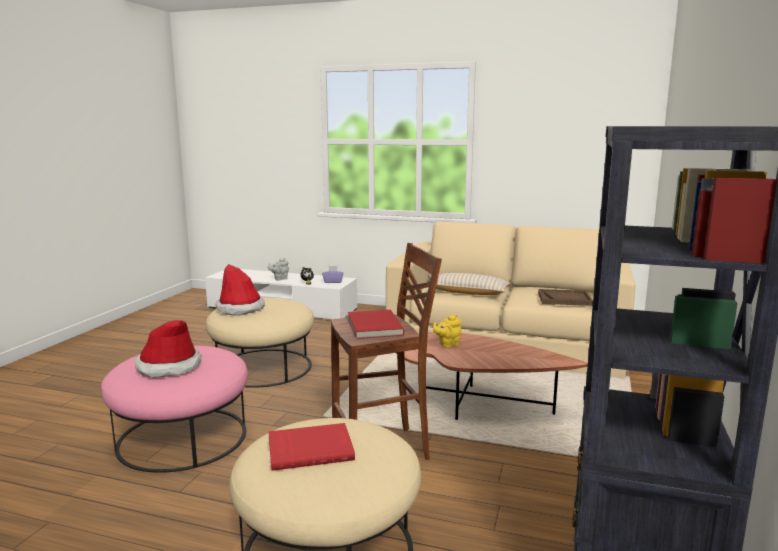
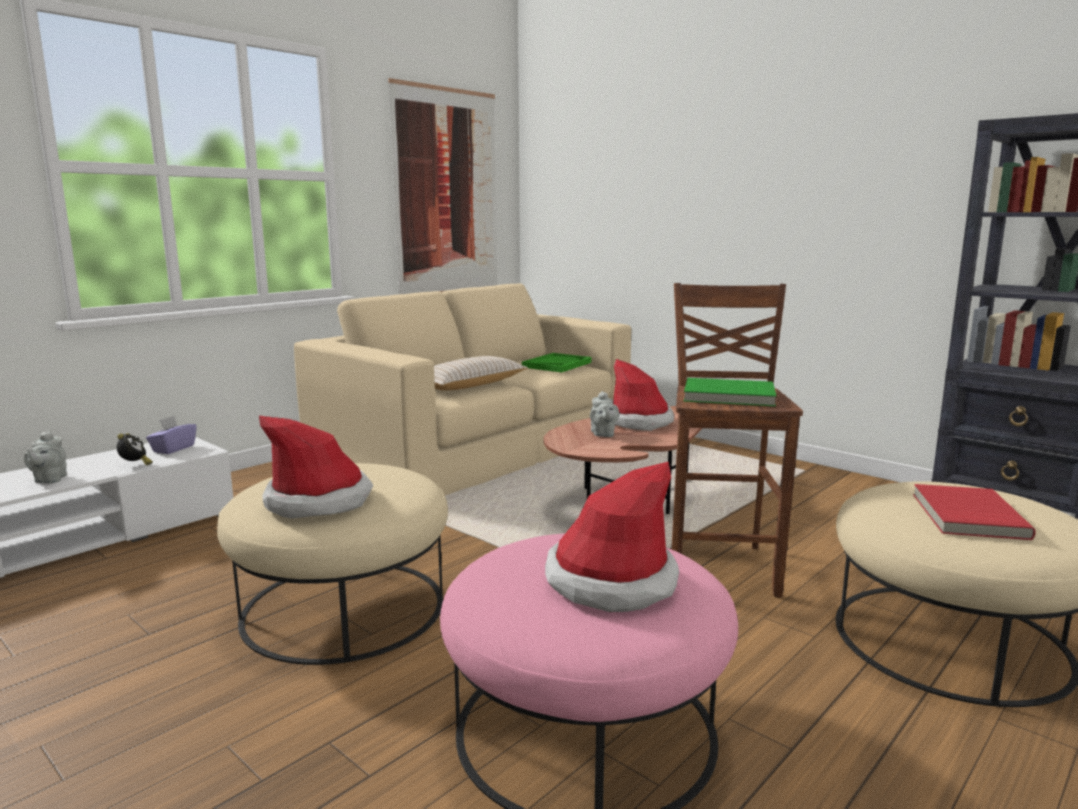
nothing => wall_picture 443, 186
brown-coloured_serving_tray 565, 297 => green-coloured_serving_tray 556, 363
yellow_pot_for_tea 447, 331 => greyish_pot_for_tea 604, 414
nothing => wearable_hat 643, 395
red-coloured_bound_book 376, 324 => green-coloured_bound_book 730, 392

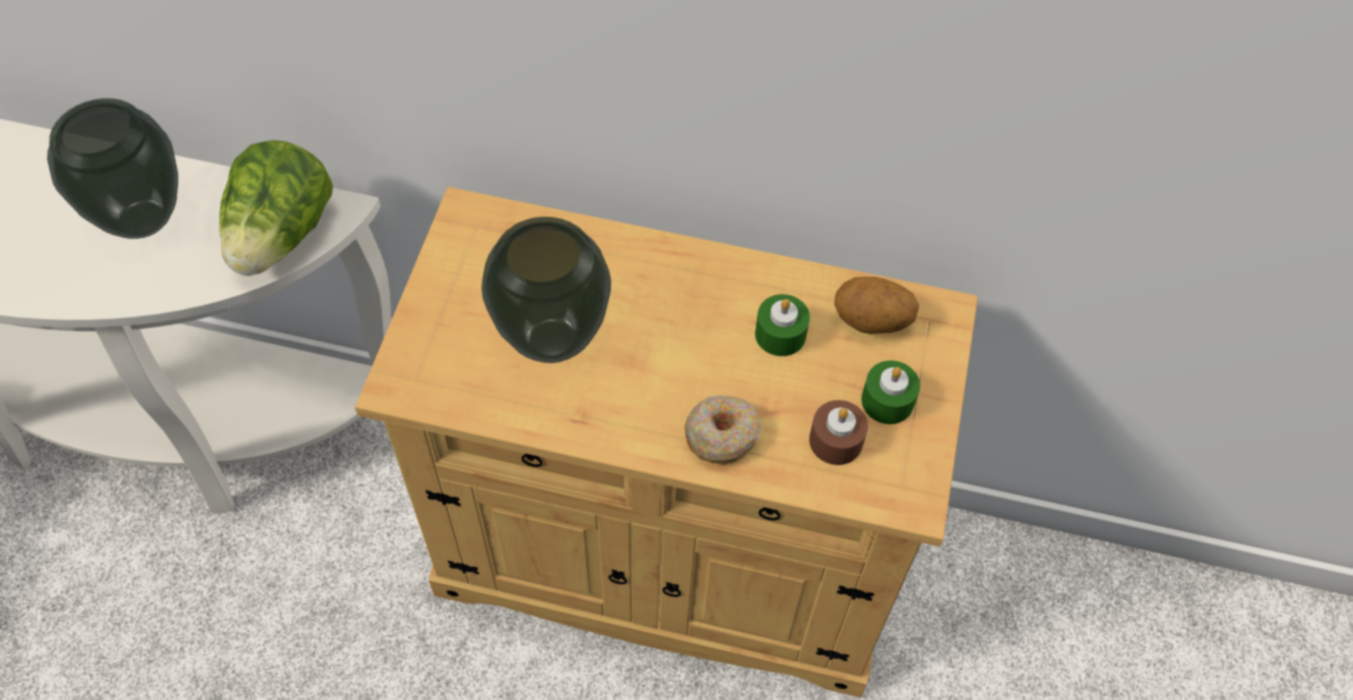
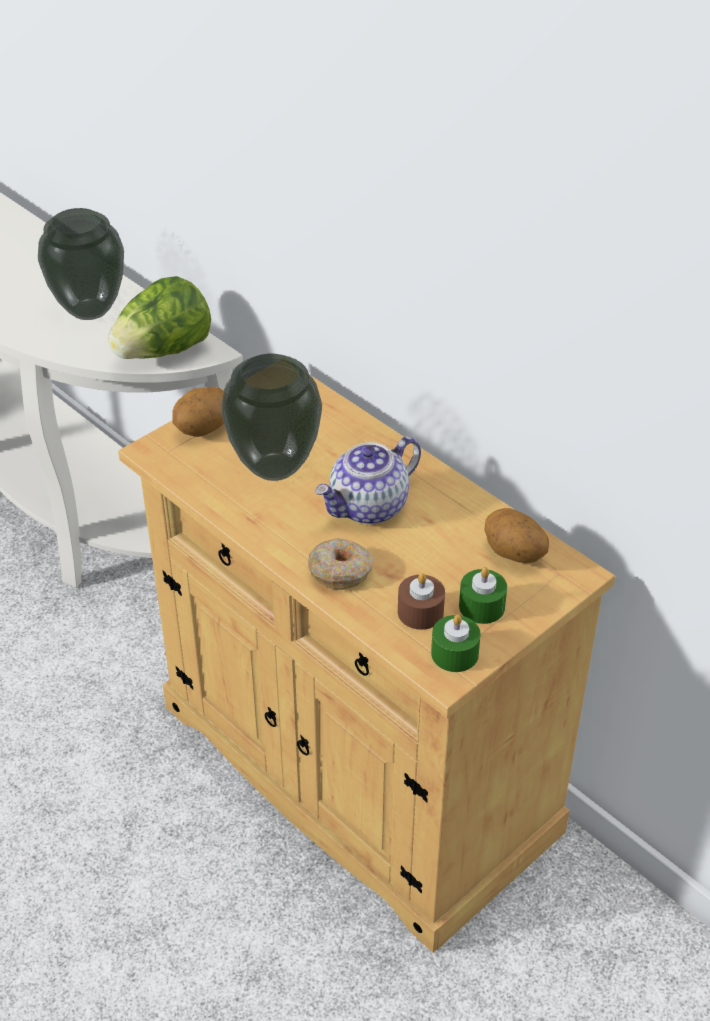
nothing => potato 198, 412
nothing => pot_for_tea 368, 480
green-coloured_wax_candle 782, 325 => green-coloured_wax_candle 456, 643, move

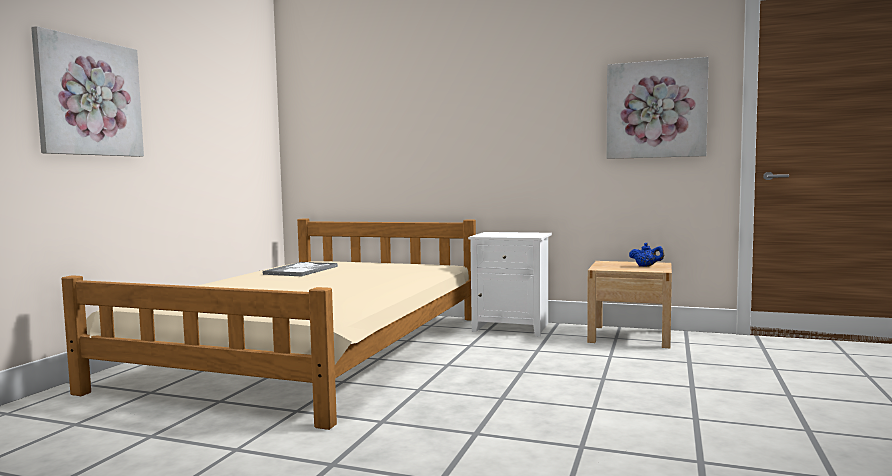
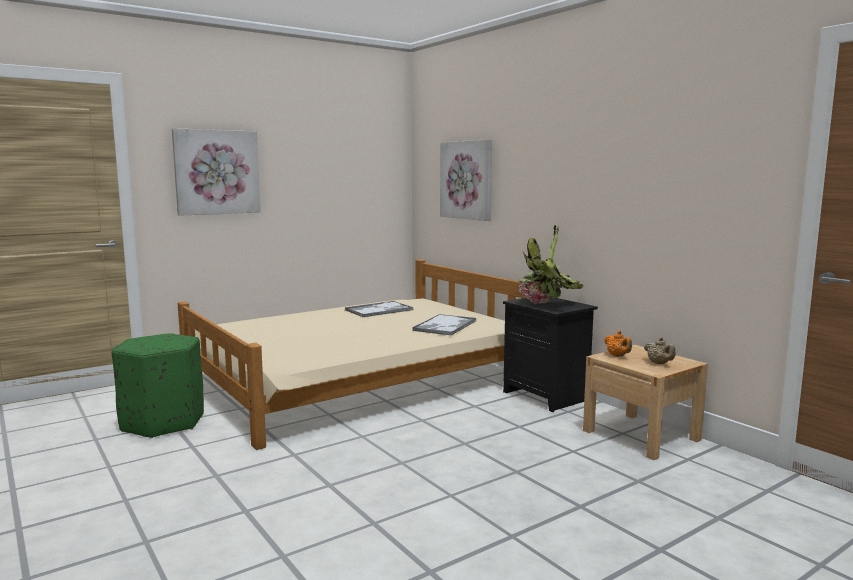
nothing => green-coloured_pouffe 158, 386
nothing => serving_tray 444, 325
wall_picture 658, 108 => wall_picture 466, 180, move
white-coloured_nightstand 510, 284 => black_nightstand 550, 354
nothing => houseplant 550, 265
nothing => orangey_pot_for_tea 618, 344
bluish_pot_for_tea 646, 255 => sand-coloured_pot_for_tea 659, 350

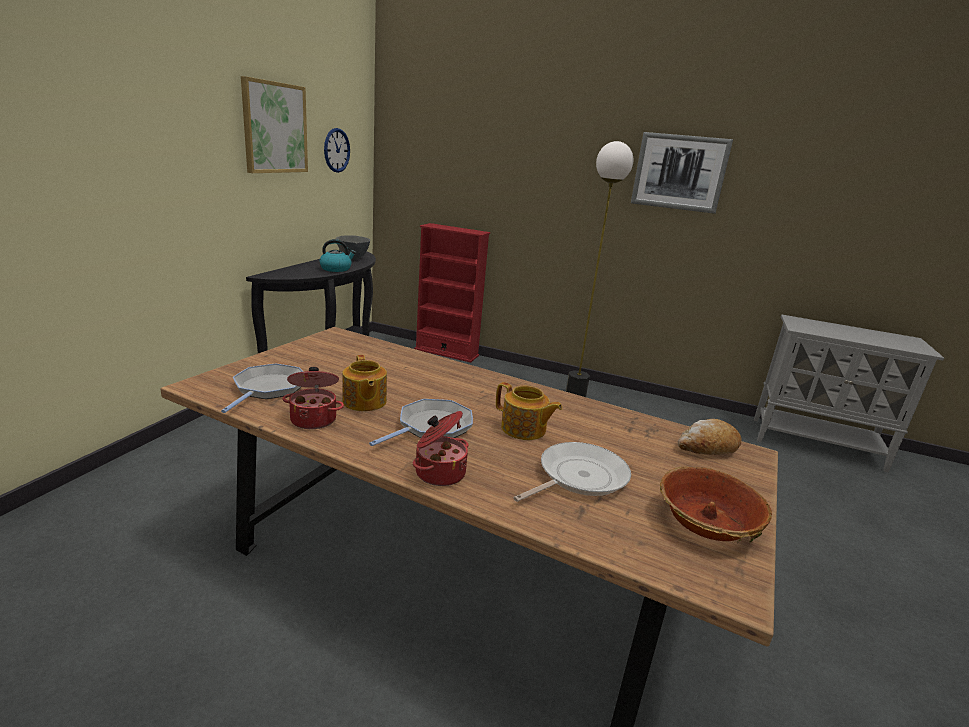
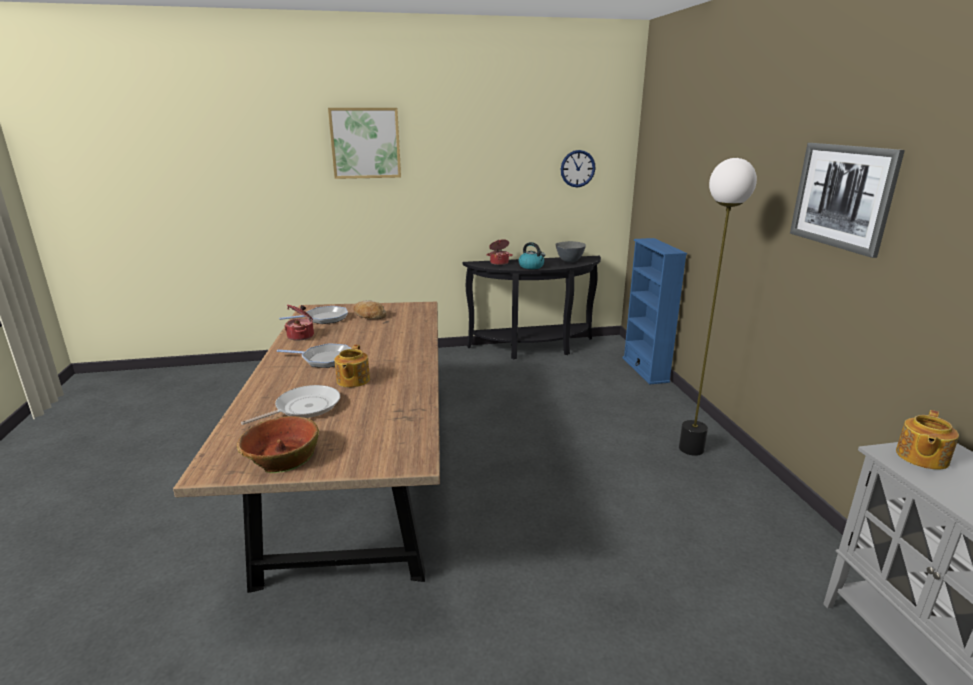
pan 572, 472 => pan 290, 405, 60 degrees counterclockwise
wall_picture 274, 124 => wall_picture 364, 143, move
bakery_bread 709, 437 => bakery_bread 370, 310, move
stockpot 441, 448 => stockpot 499, 252, move
red-coloured_shelving_unit 452, 292 => bluish_shelving_unit 654, 311
pot_for_tea 364, 383 => pot_for_tea 927, 440, move

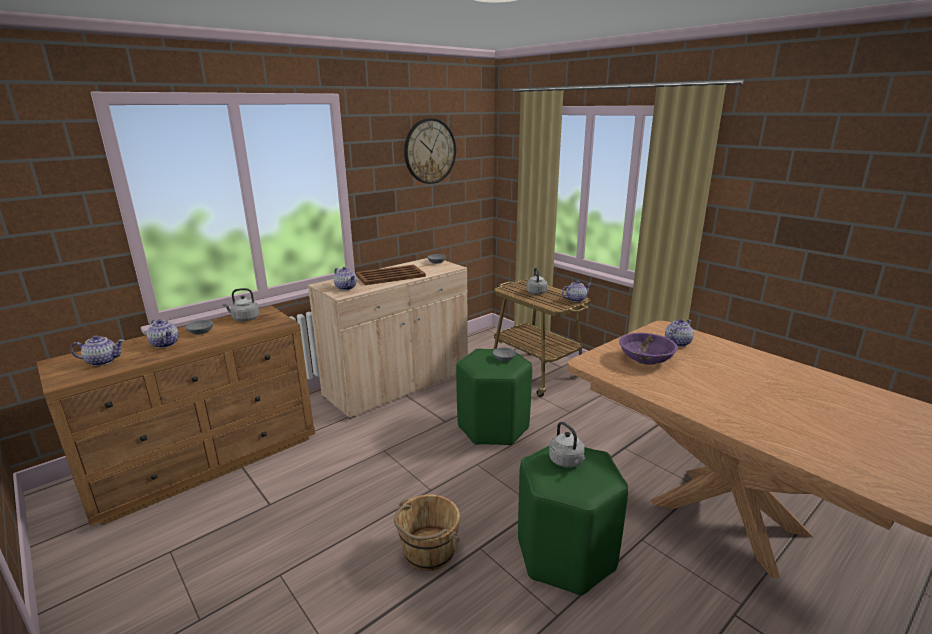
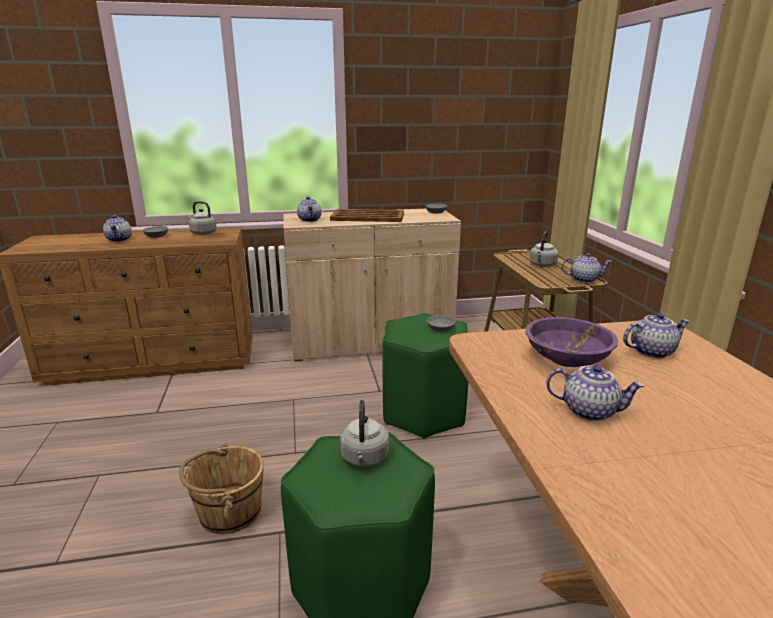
pot_for_tea 97, 350 => pot_for_tea 595, 393, move
clock_on_the_wall 430, 151 => nothing

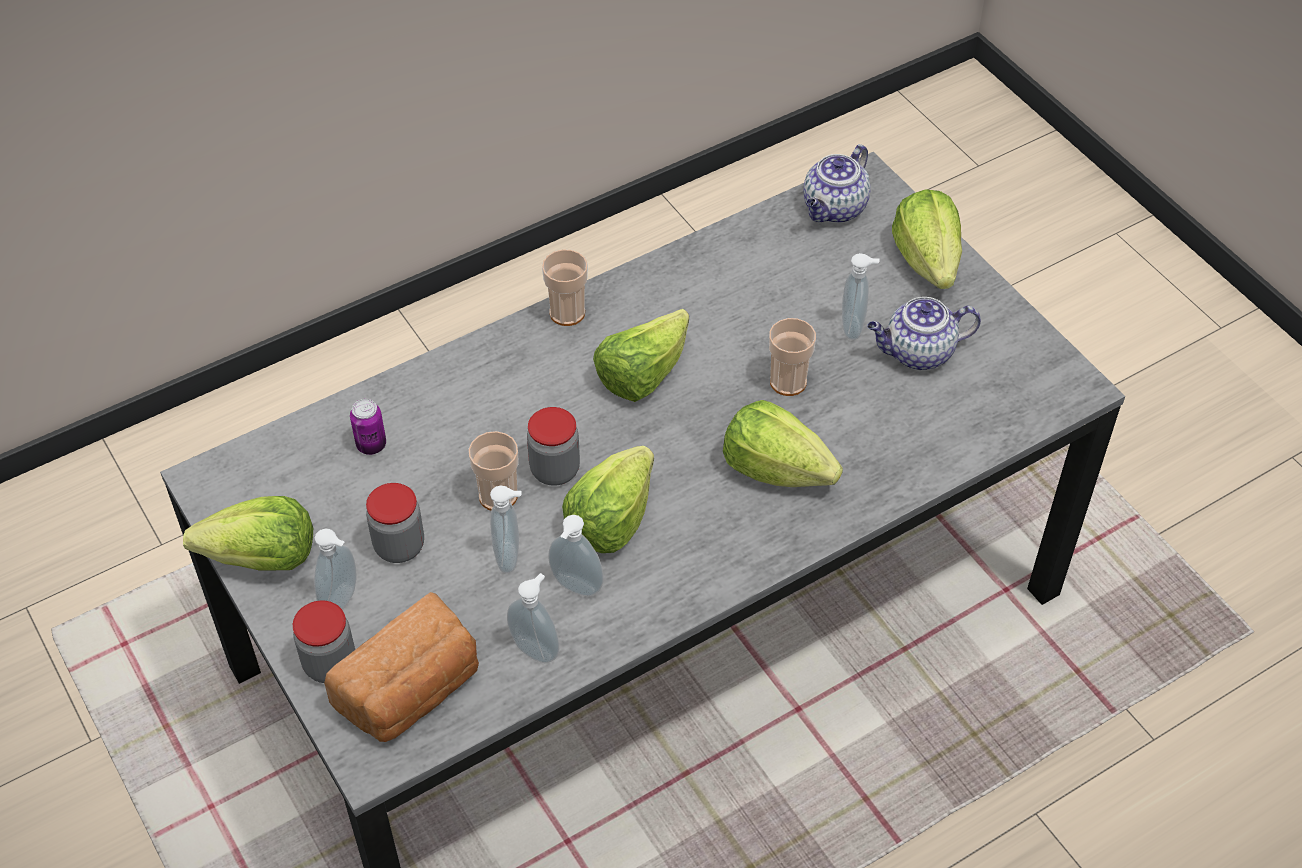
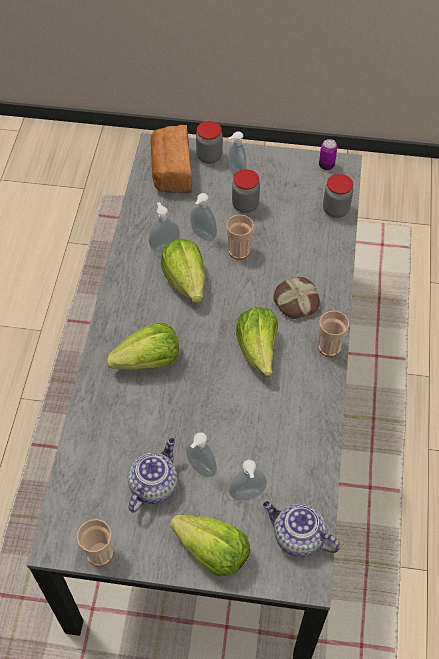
drinking_cup 792, 357 => drinking_cup 95, 542, move
liquid_soap_bottle 533, 618 => liquid_soap_bottle 248, 480, move
pot_for_tea 837, 183 => pot_for_tea 301, 529, 45 degrees counterclockwise
nothing => bakery_bread 296, 298
can 368, 427 => can 328, 154, move
preserve_jar 553, 446 => preserve_jar 338, 196, move
lettuce 248, 533 => nothing

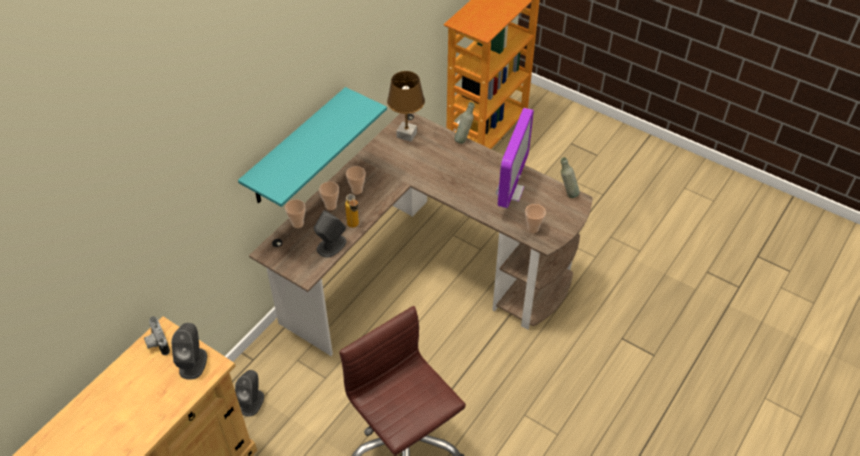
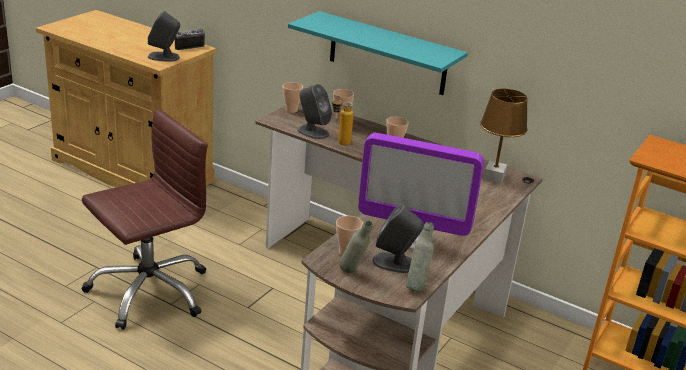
drinking_cup 329, 196 => drinking_cup 293, 97, move
greyish_drink_bottle 464, 123 => greyish_drink_bottle 356, 246, move
greyish_speaker 249, 393 => greyish_speaker 398, 239, move

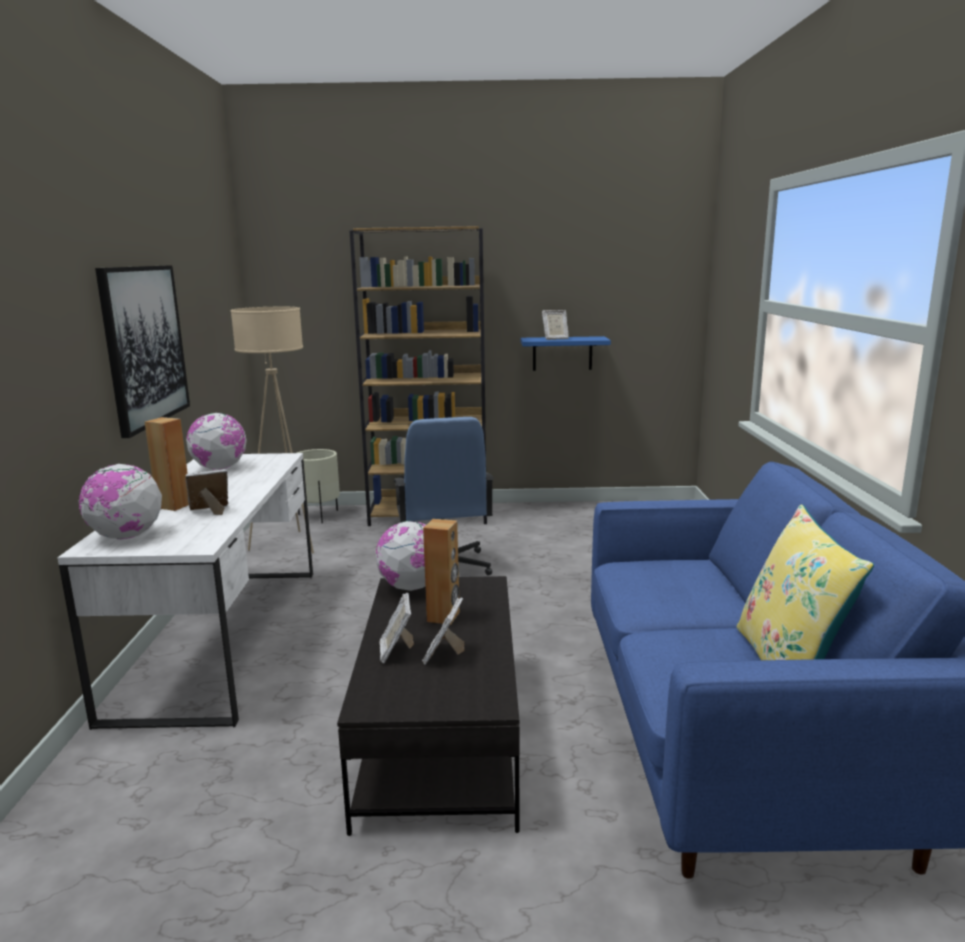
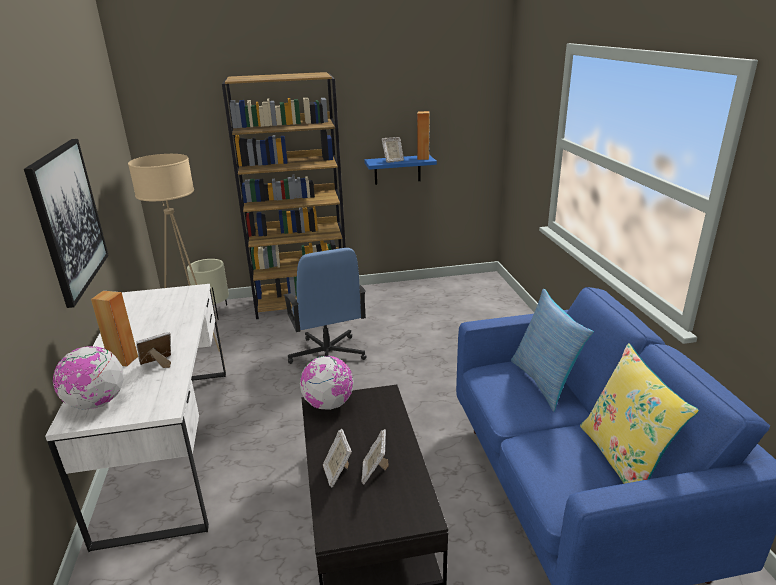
brown-coloured_speaker 441, 572 => brown-coloured_speaker 423, 135, move
nothing => cushion 552, 350
globe 216, 441 => nothing

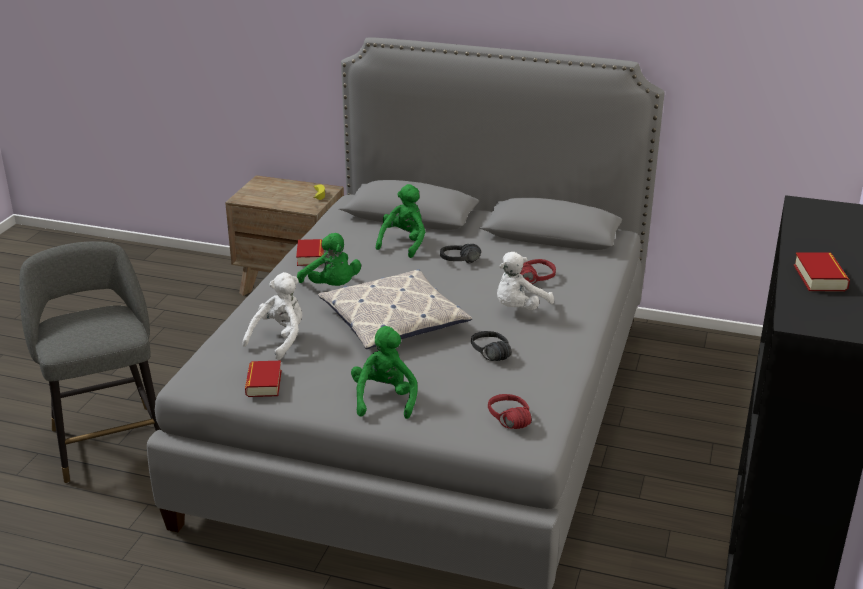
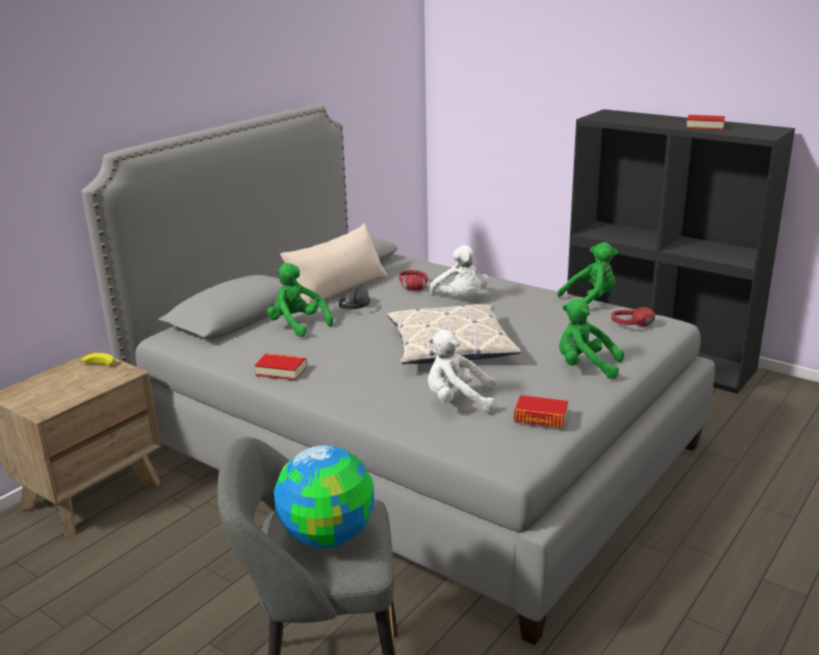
nothing => globe 324, 496
nothing => sand-coloured_cushion 334, 263
white-coloured_soft_toy 272, 316 => white-coloured_soft_toy 461, 371, 45 degrees counterclockwise
green-coloured_soft_toy 329, 259 => green-coloured_soft_toy 587, 273, move
black_headphones 491, 346 => nothing

